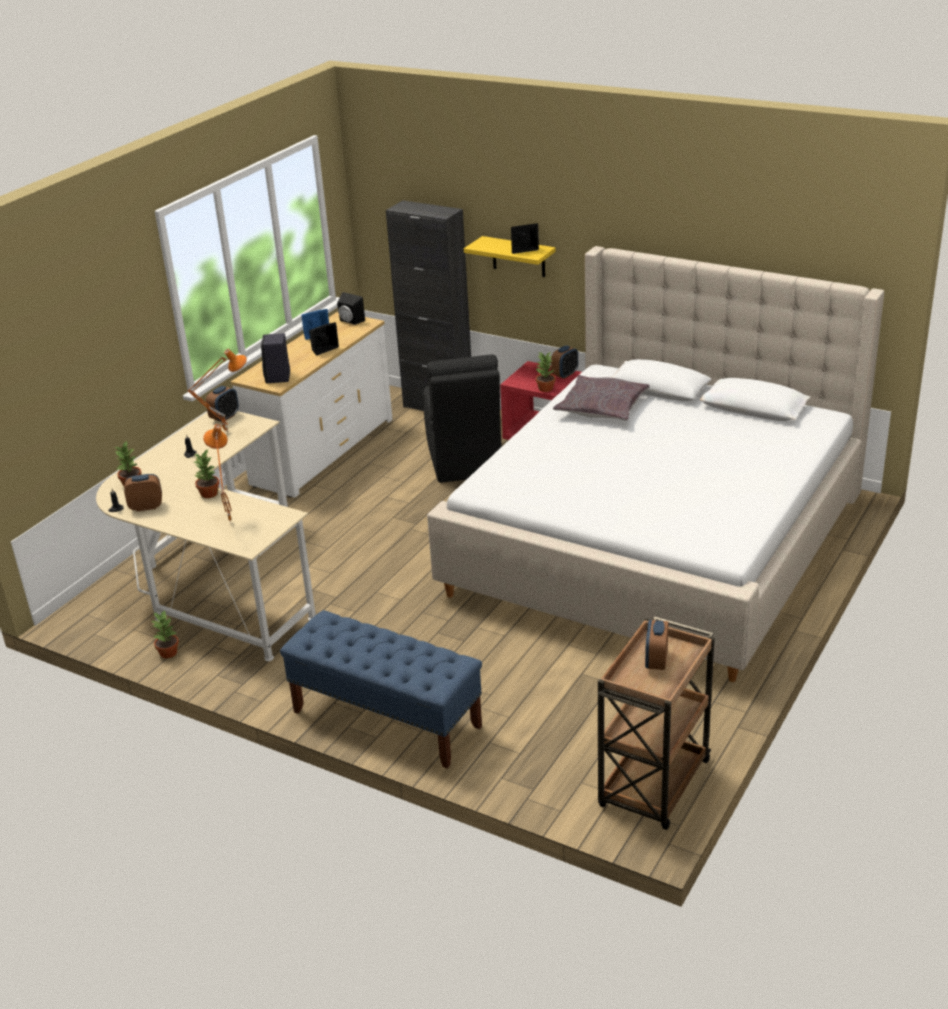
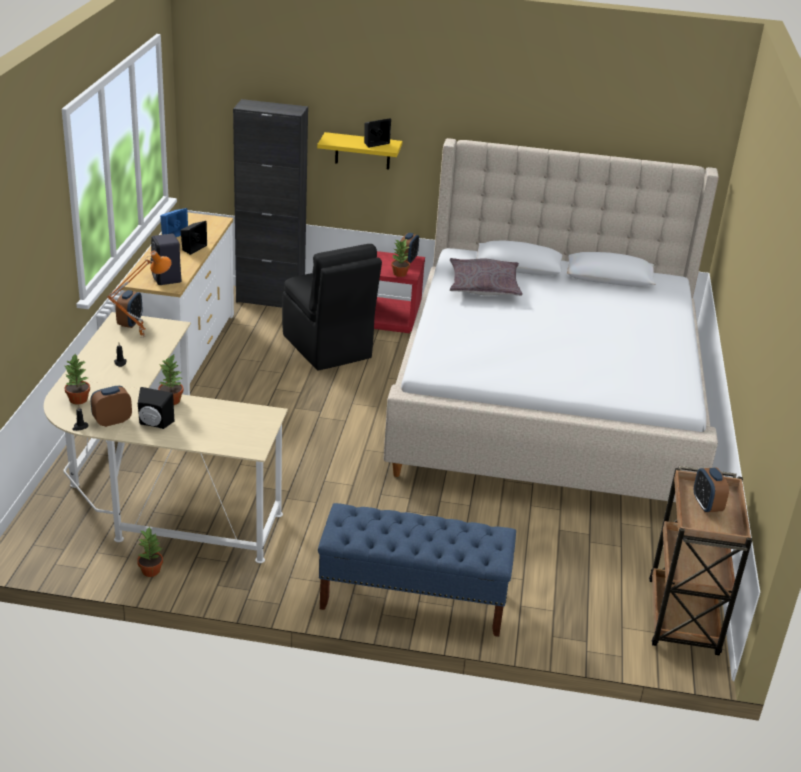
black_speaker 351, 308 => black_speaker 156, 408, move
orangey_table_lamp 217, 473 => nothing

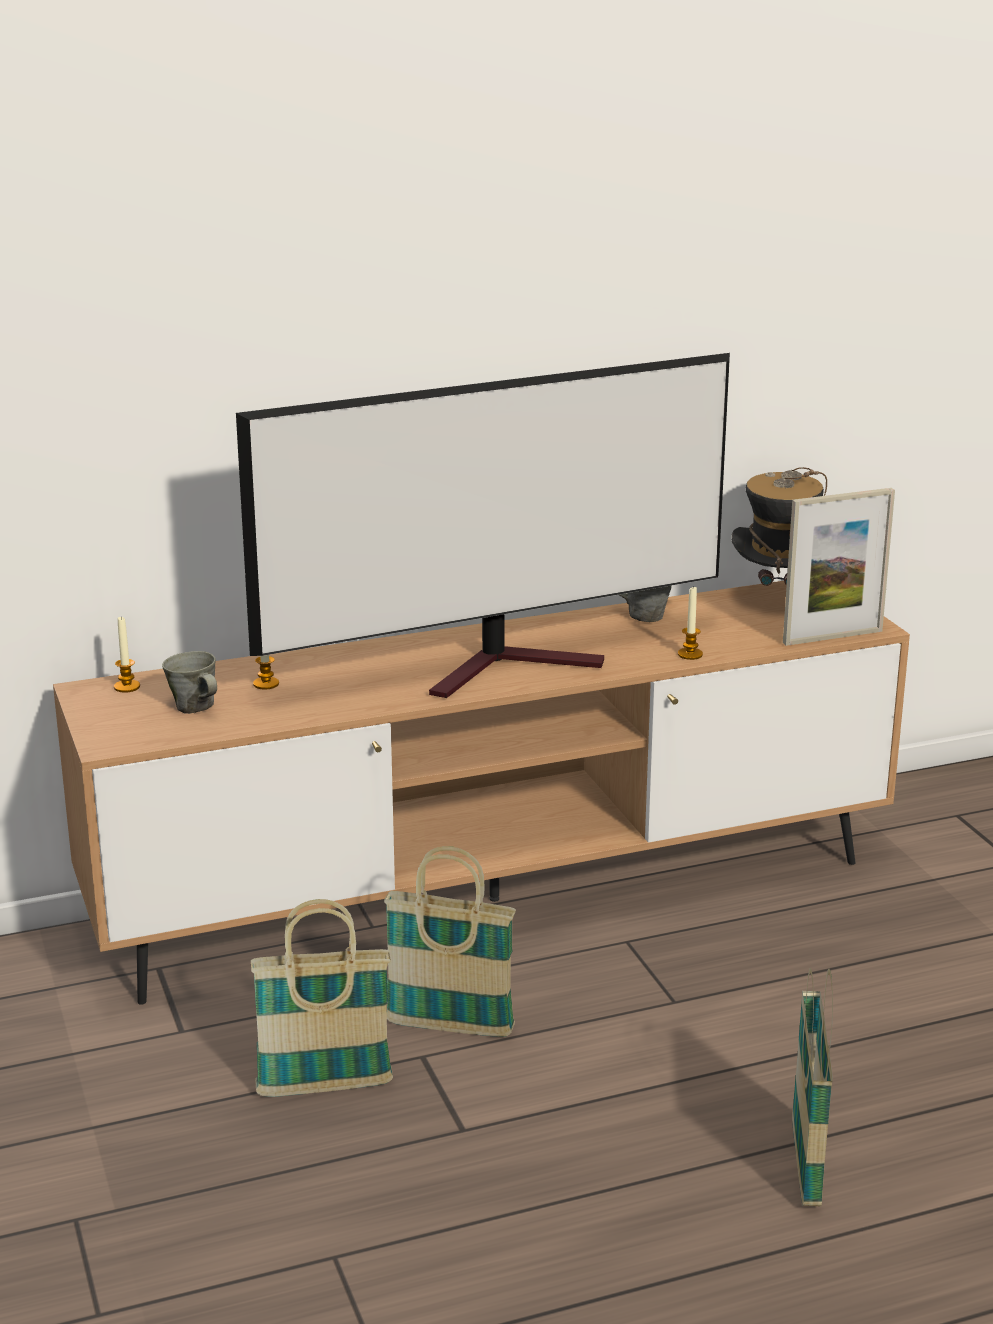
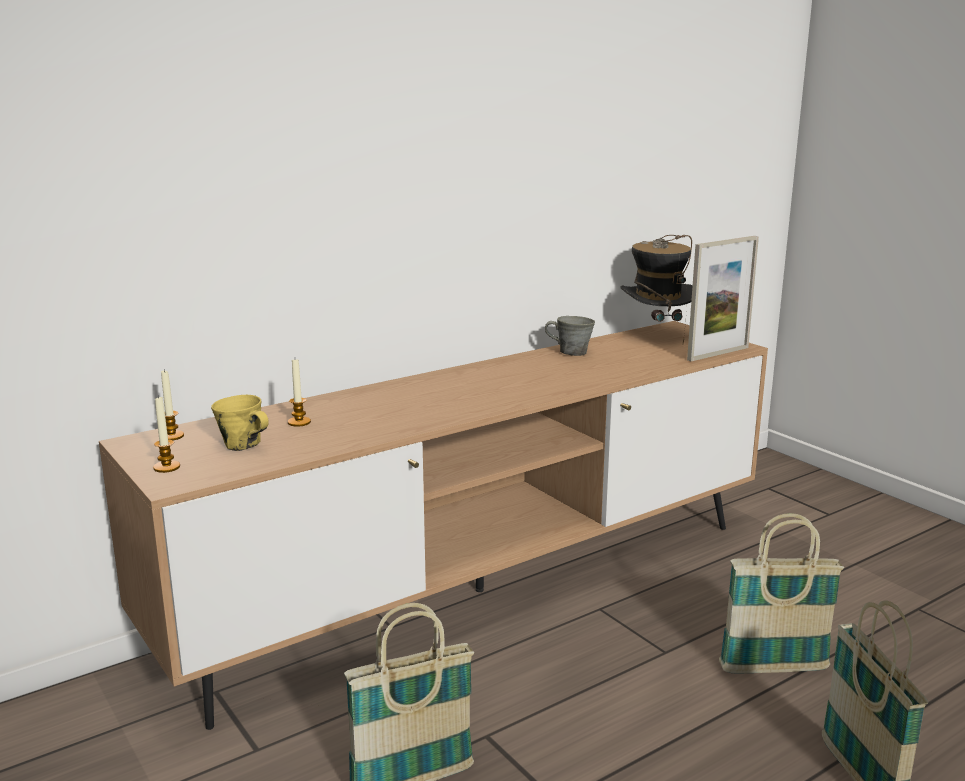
wax_candle 690, 623 => wax_candle 166, 434, move
greyish_tea_mug 189, 682 => yellow_tea_mug 240, 423
storage_basket 450, 941 => storage_basket 781, 593, move
TV_set 483, 525 => nothing

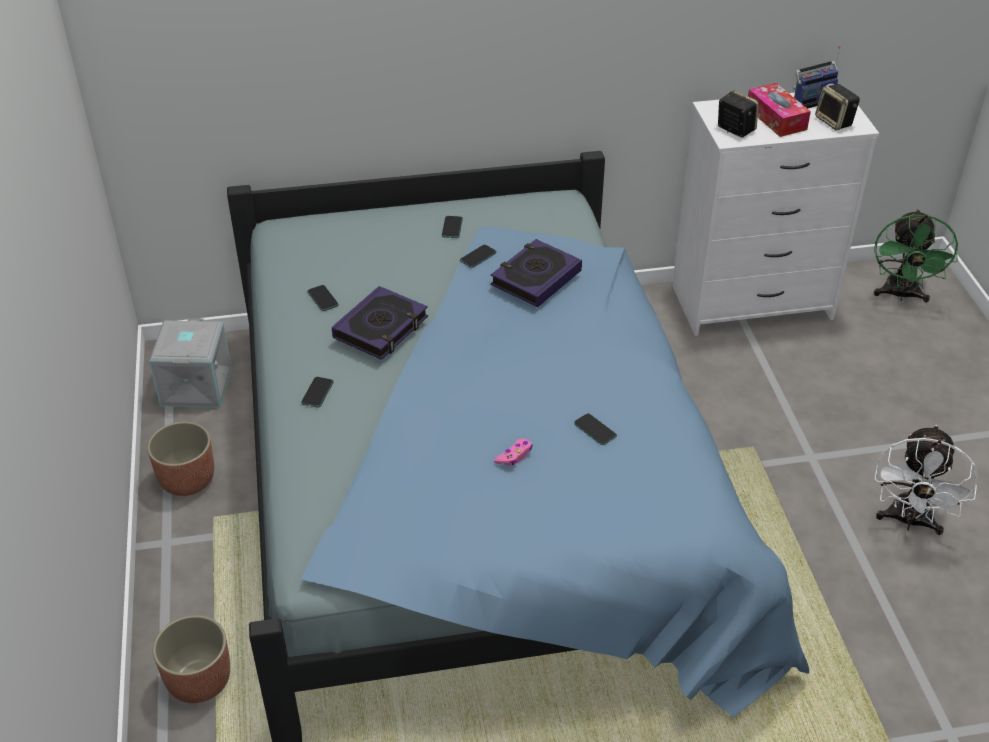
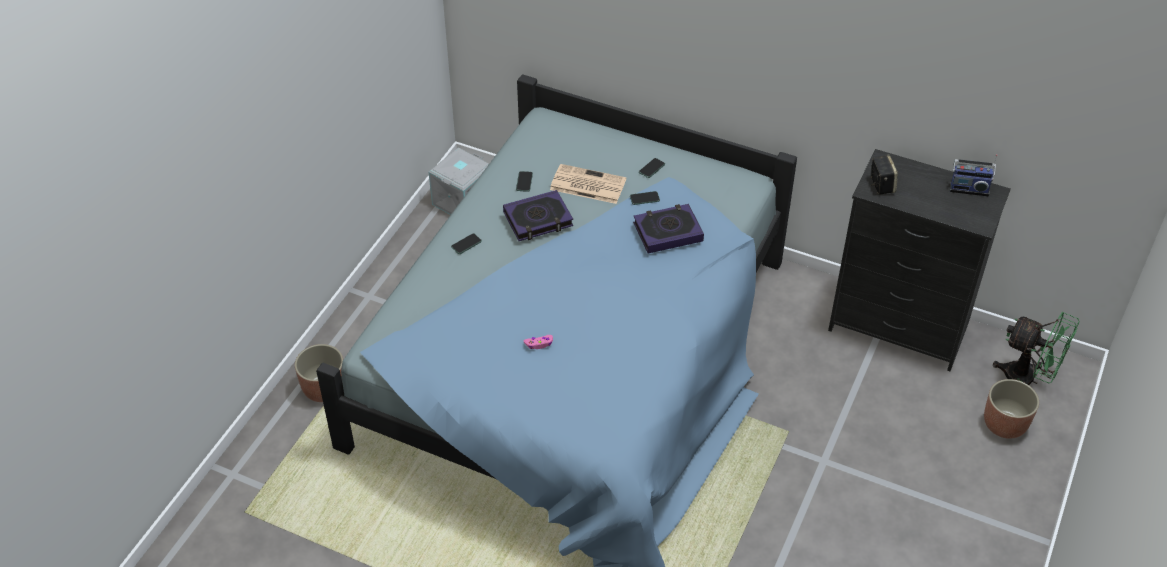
nothing => newspaper 588, 184
white-coloured_drawer_chest 775, 214 => black_drawer_chest 919, 260
planter 180, 458 => planter 1011, 409, move
green-coloured_cooling_fan 916, 256 => green-coloured_cooling_fan 1036, 348, 105 degrees counterclockwise
phone 595, 429 => nothing
tissue_box 779, 110 => nothing
speaker 837, 107 => nothing
white-coloured_cooling_fan 926, 480 => nothing

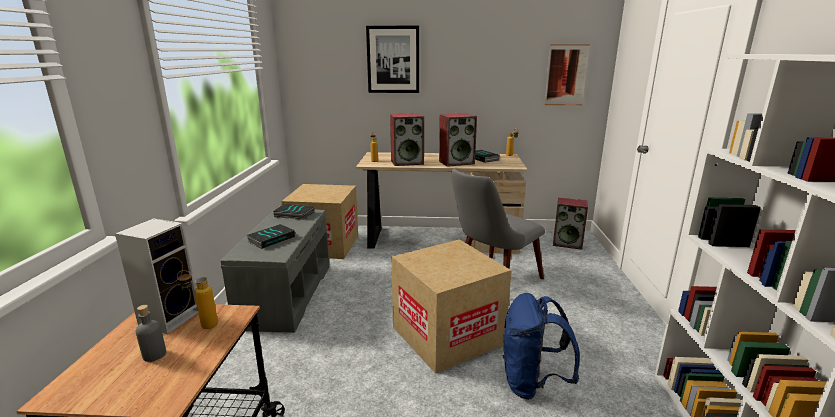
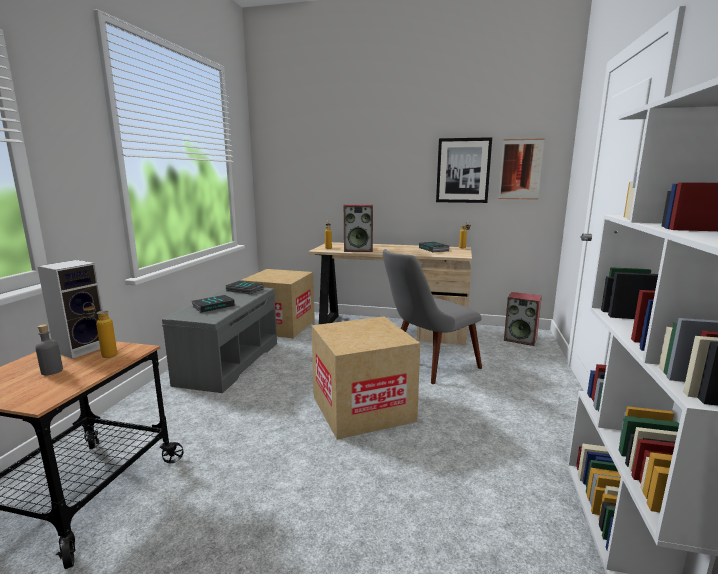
wall_picture 392, 59 => wall_picture 464, 170, move
speaker 458, 140 => nothing
bluish_knapsack 541, 346 => nothing

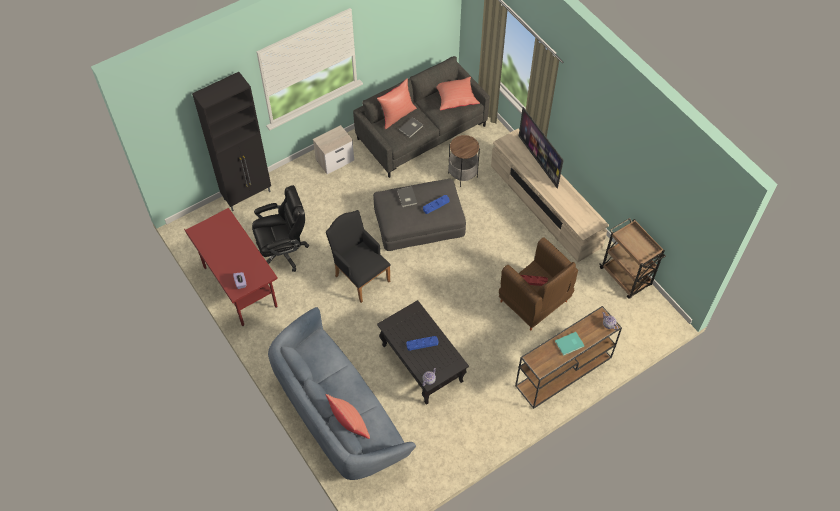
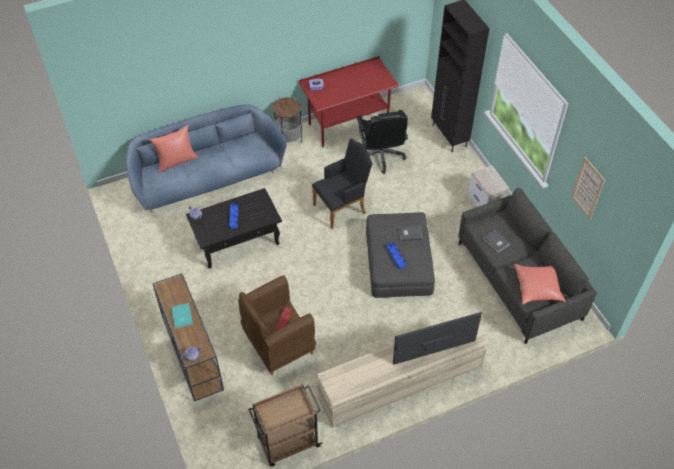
accent_table 464, 161 => accent_table 288, 120, move
nothing => wall_picture 588, 188
red-coloured_cushion 397, 103 => nothing

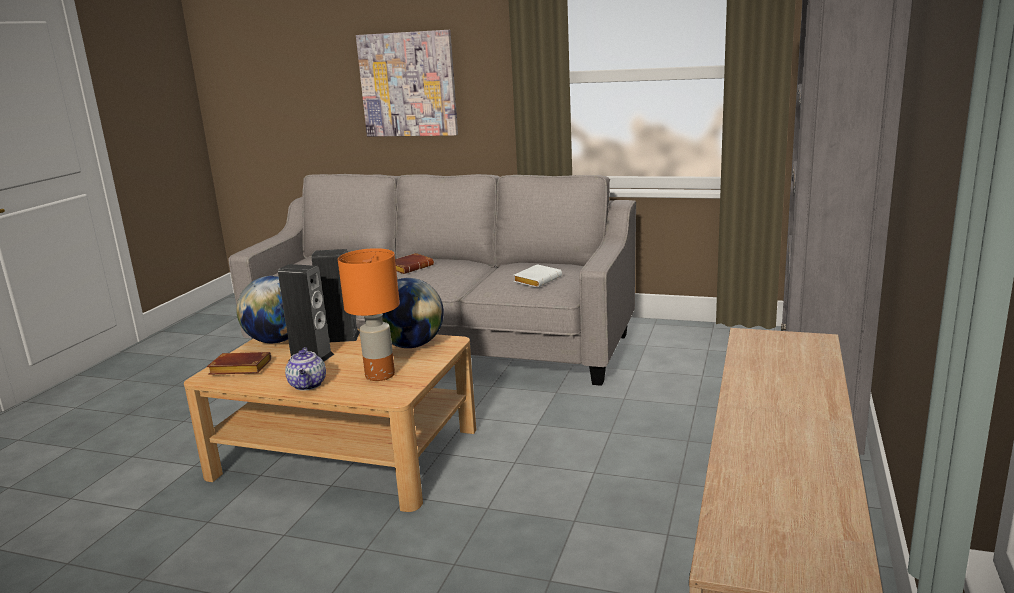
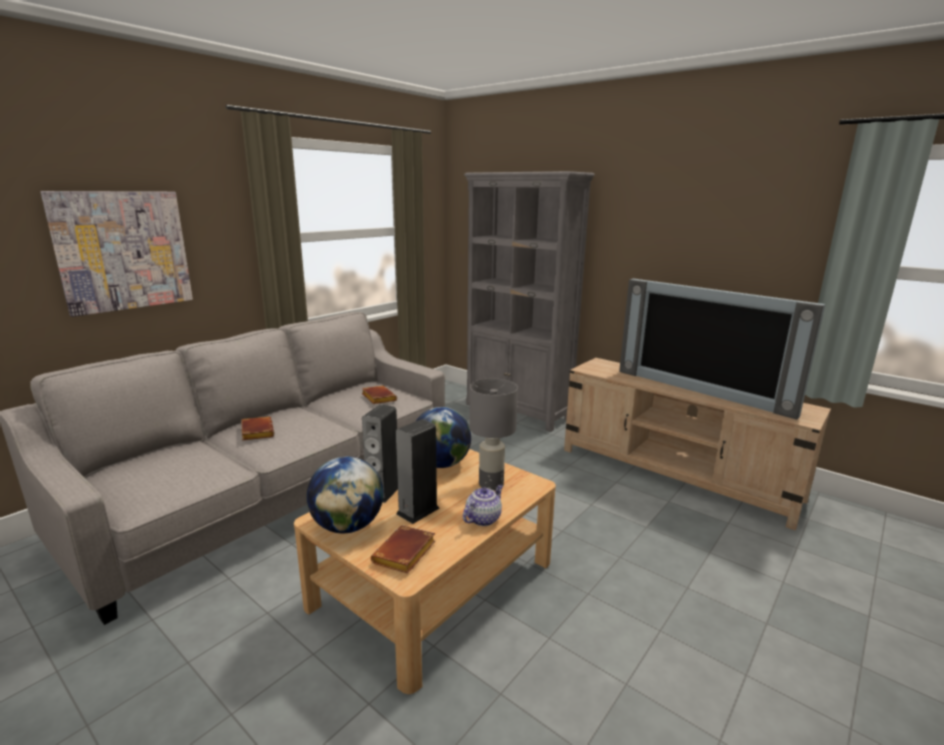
white-coloured_bound_book 538, 276 => brown-coloured_bound_book 379, 395
pot_for_tea 305, 369 => pot_for_tea 483, 505, 60 degrees counterclockwise
orangey_table_lamp 369, 314 => greyish_table_lamp 493, 435
nothing => TV_set 722, 349

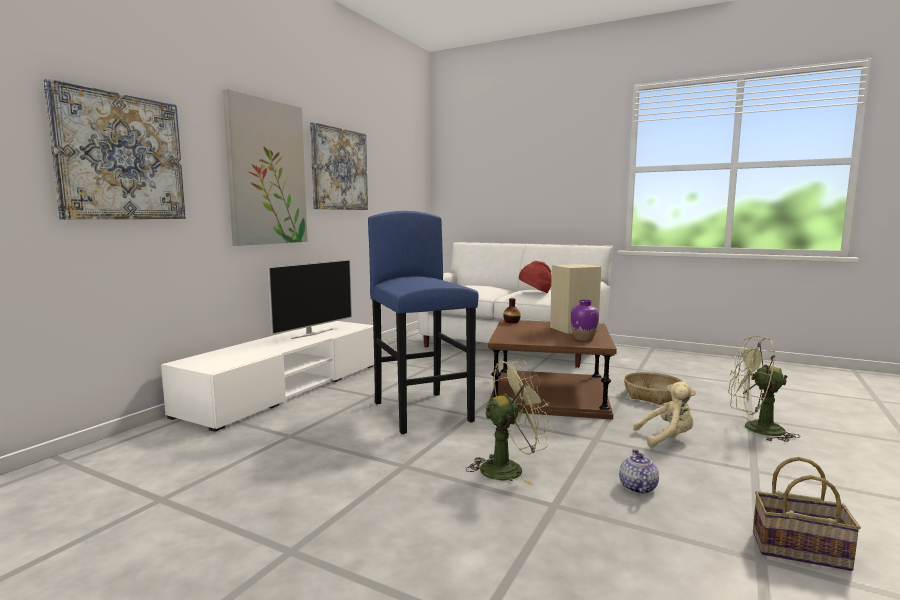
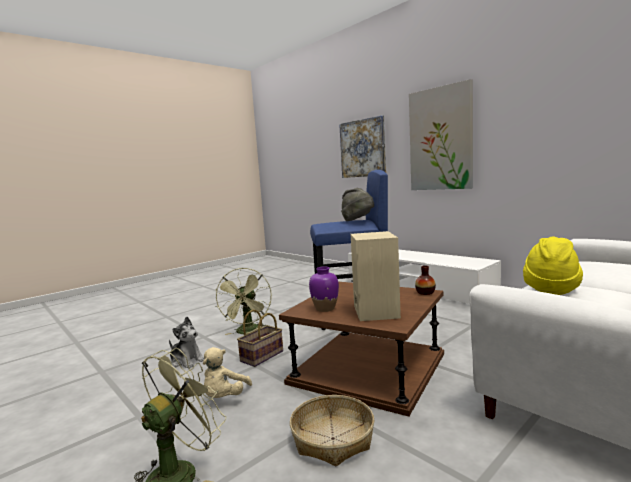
pot_for_tea 639, 471 => soft_toy 187, 342
storage_basket 807, 514 => storage_basket 260, 338, move
nothing => greyish_wearable_hat 357, 204
red-coloured_wearable_hat 535, 277 => yellow_wearable_hat 553, 265
TV_set 310, 299 => nothing
wall_picture 339, 166 => nothing

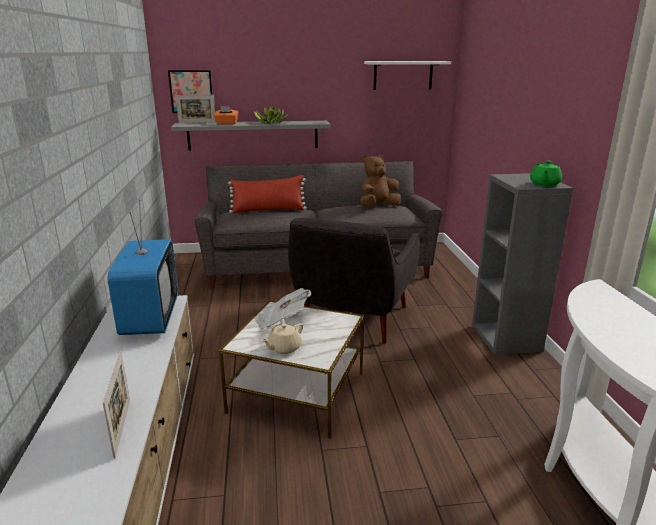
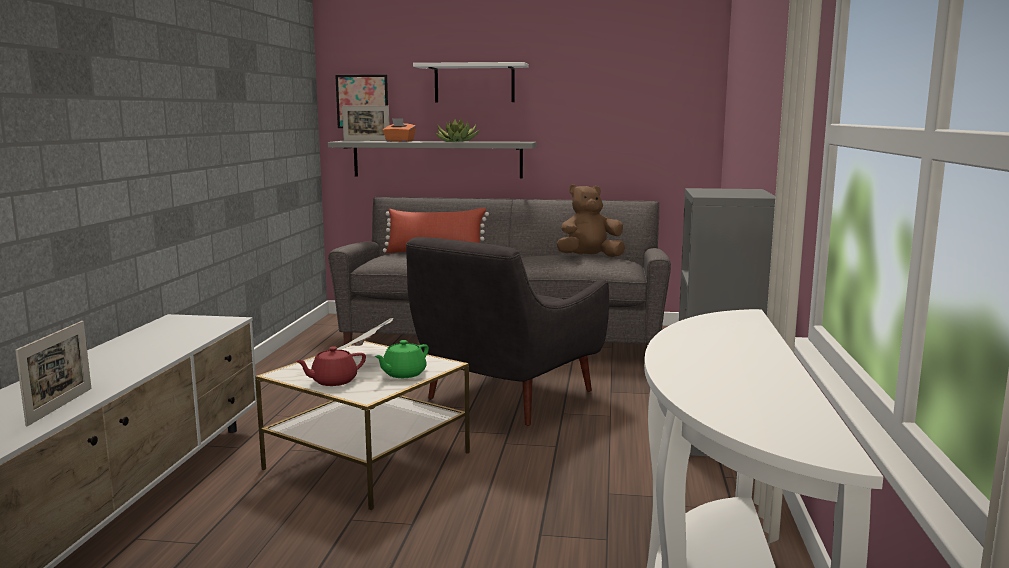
sand-coloured_pot_for_tea 282, 338 => red-coloured_pot_for_tea 331, 366
green-coloured_pot_for_tea 546, 173 => green-coloured_pot_for_tea 401, 359, move
white-coloured_bracket_shelf 407, 75 => white-coloured_bracket_shelf 471, 82, move
TV_set 143, 267 => nothing

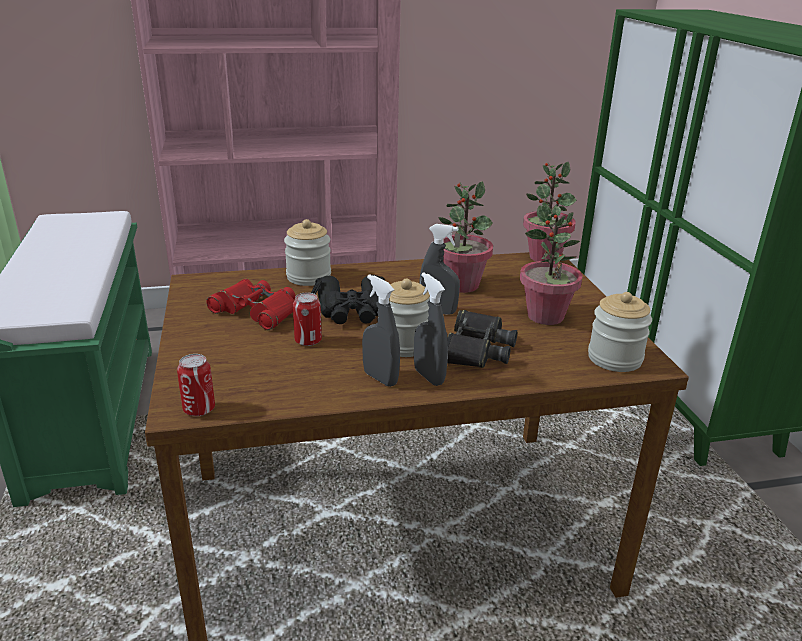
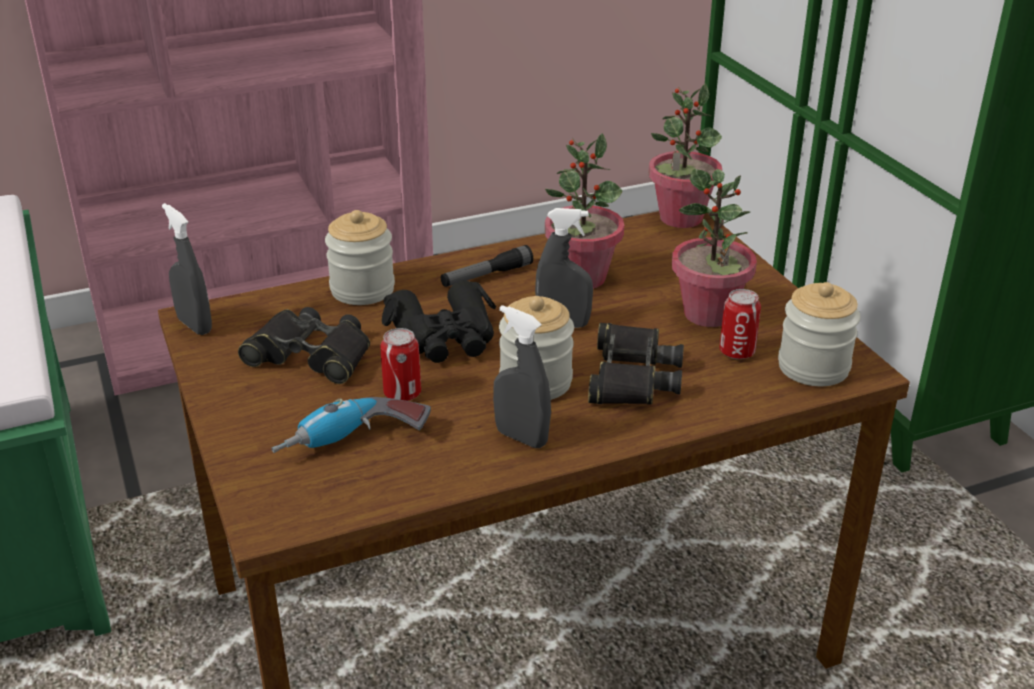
greyish_sprayer 431, 329 => greyish_sprayer 187, 269, move
red-coloured_binoculars 251, 304 => black_binoculars 304, 345
nothing => drill 351, 425
nothing => hand_torch 487, 266
can 196, 385 => can 740, 324, move

